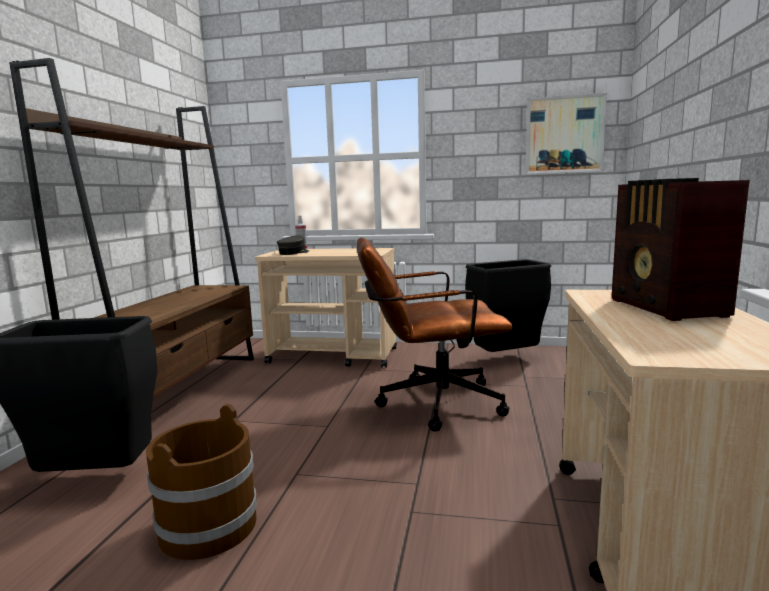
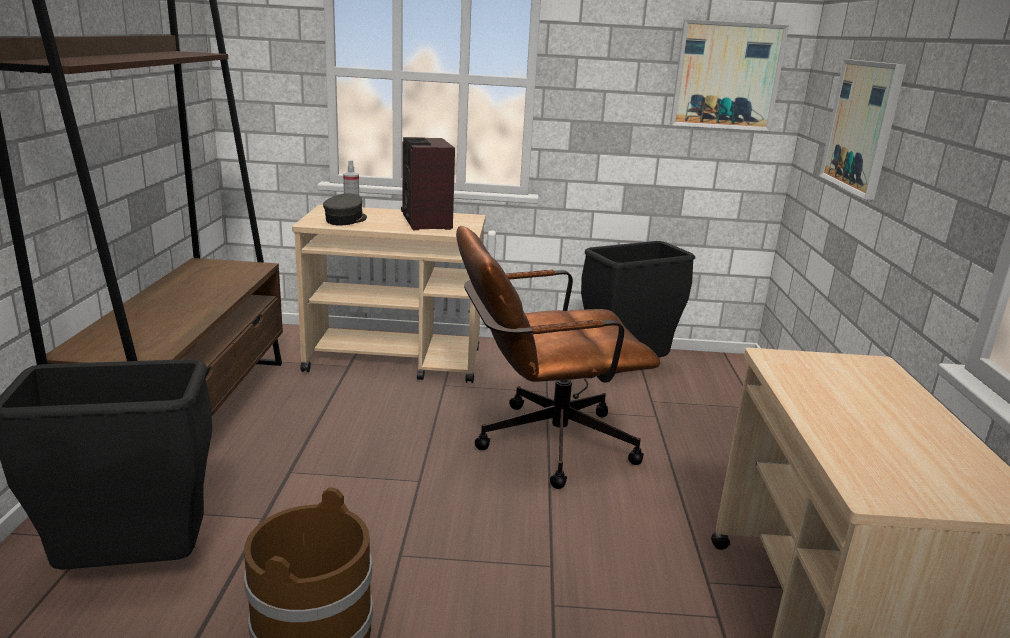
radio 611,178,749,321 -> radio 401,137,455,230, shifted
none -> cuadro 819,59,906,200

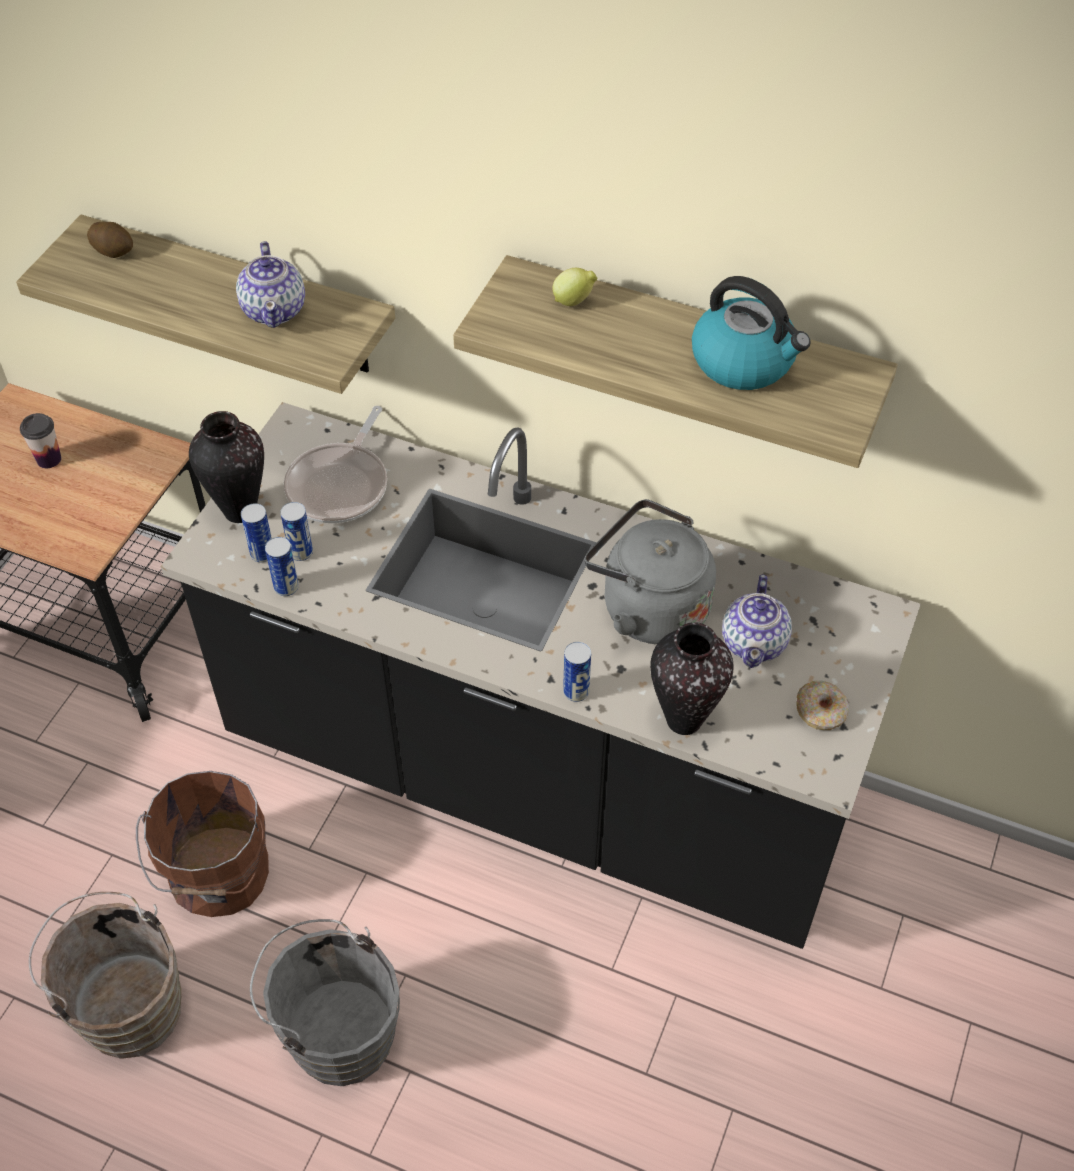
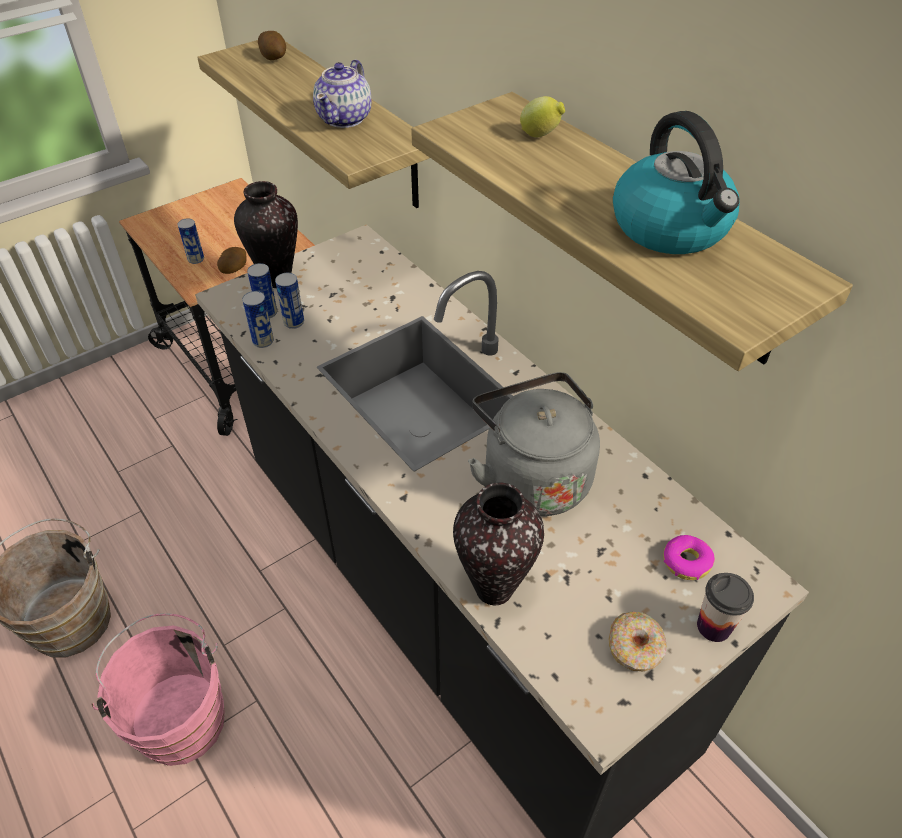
taza 20,413,61,468 -> taza 697,573,754,642, shifted
cubo/marrón 136,771,269,917 -> none
cubo/gris 250,919,400,1086 -> cubo/rosa 91,613,225,766
sartén 284,406,387,523 -> none
lata 563,642,591,702 -> lata 178,219,204,264, shifted
tetera 722,575,792,668 -> none
none -> patata 217,247,247,274
none -> rosquilla 663,535,715,580

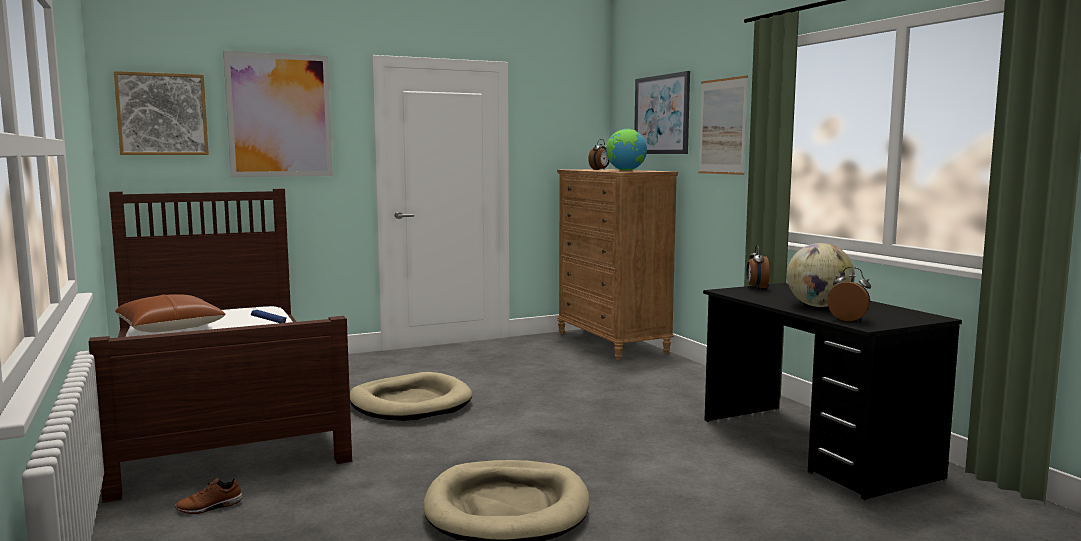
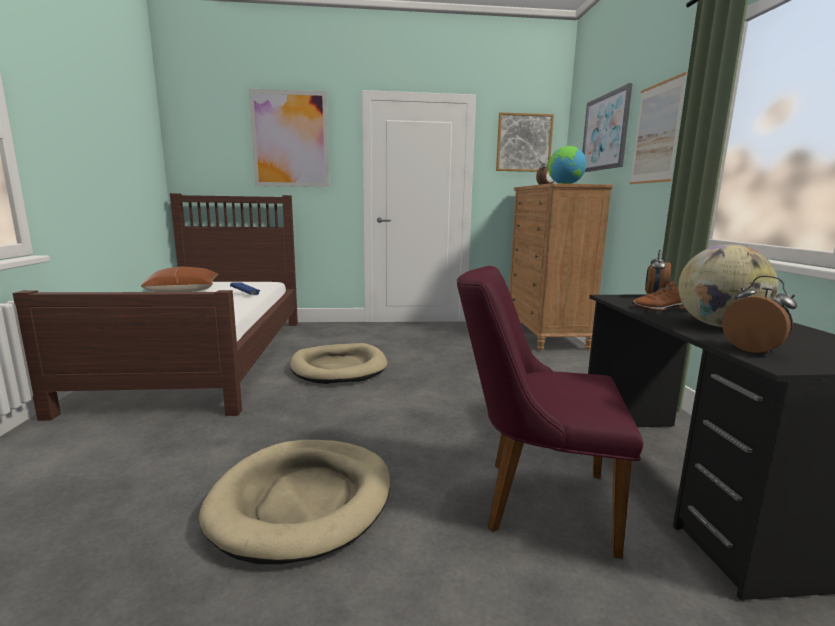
cuadro 114,71,209,155 -> cuadro 496,112,554,172, shifted
zapato/marrón 175,478,243,514 -> zapato/marrón 632,281,686,311, shifted
none -> silla/morado 457,266,643,559

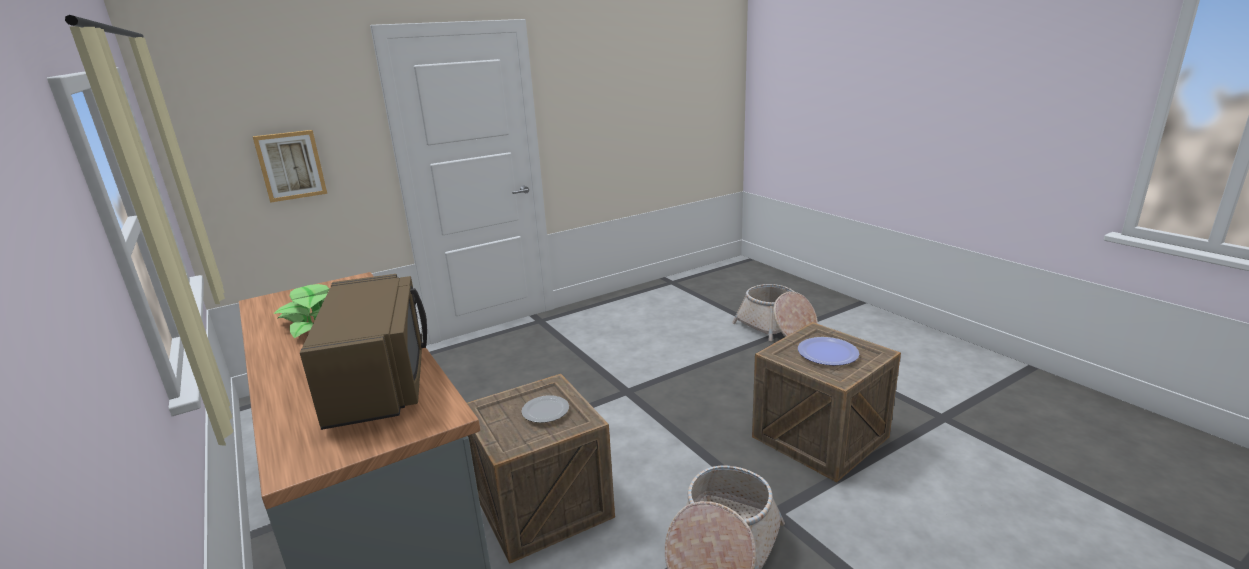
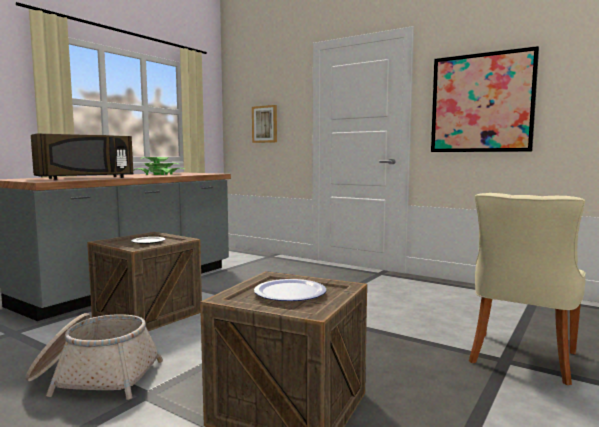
cesta 732,284,818,341 -> silla/beis 469,193,586,385
none -> cuadro 431,46,539,152

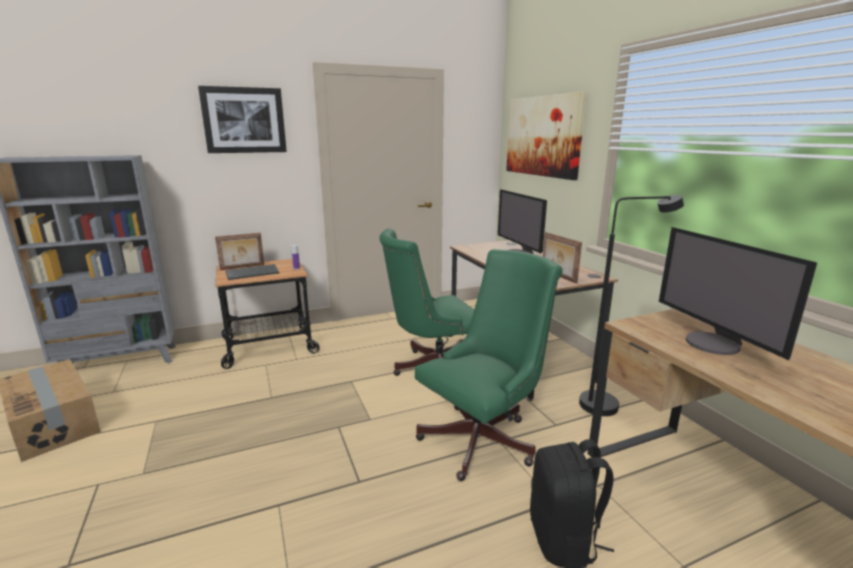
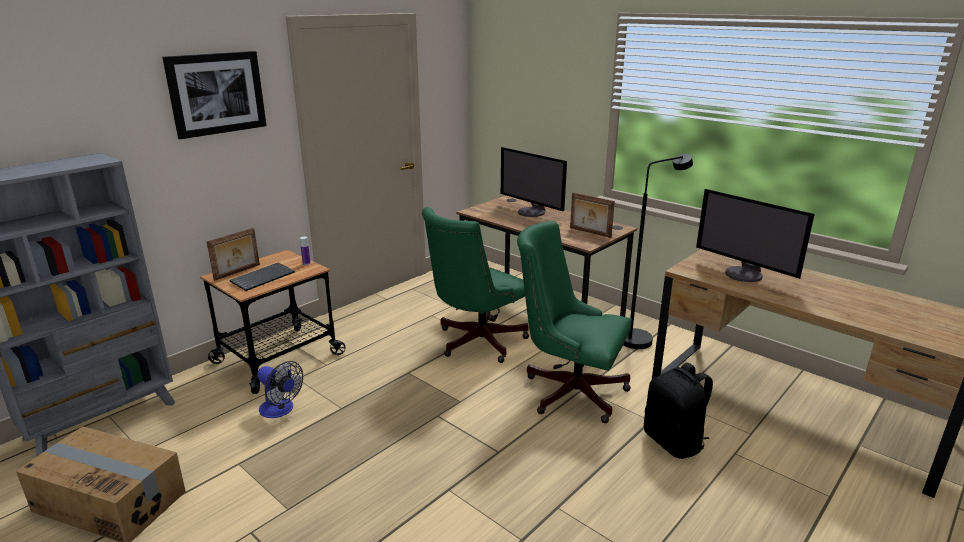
silla de oficina/verde 415,249,563,481 -> silla de oficina/verde 517,221,632,423, 90 degrees counterclockwise
cuadro 506,92,587,180 -> none
none -> ventilador 257,361,303,418

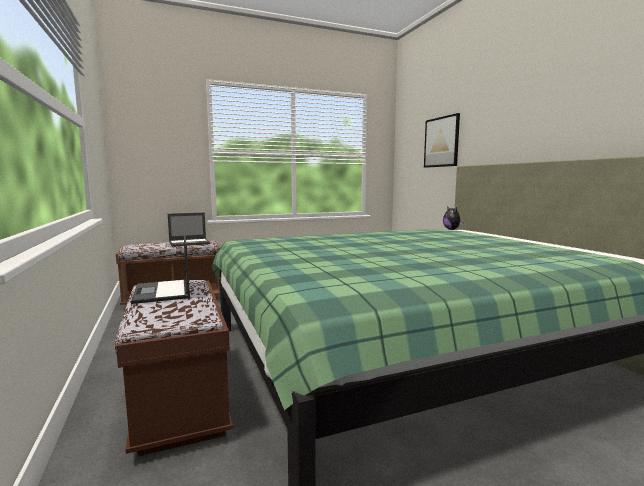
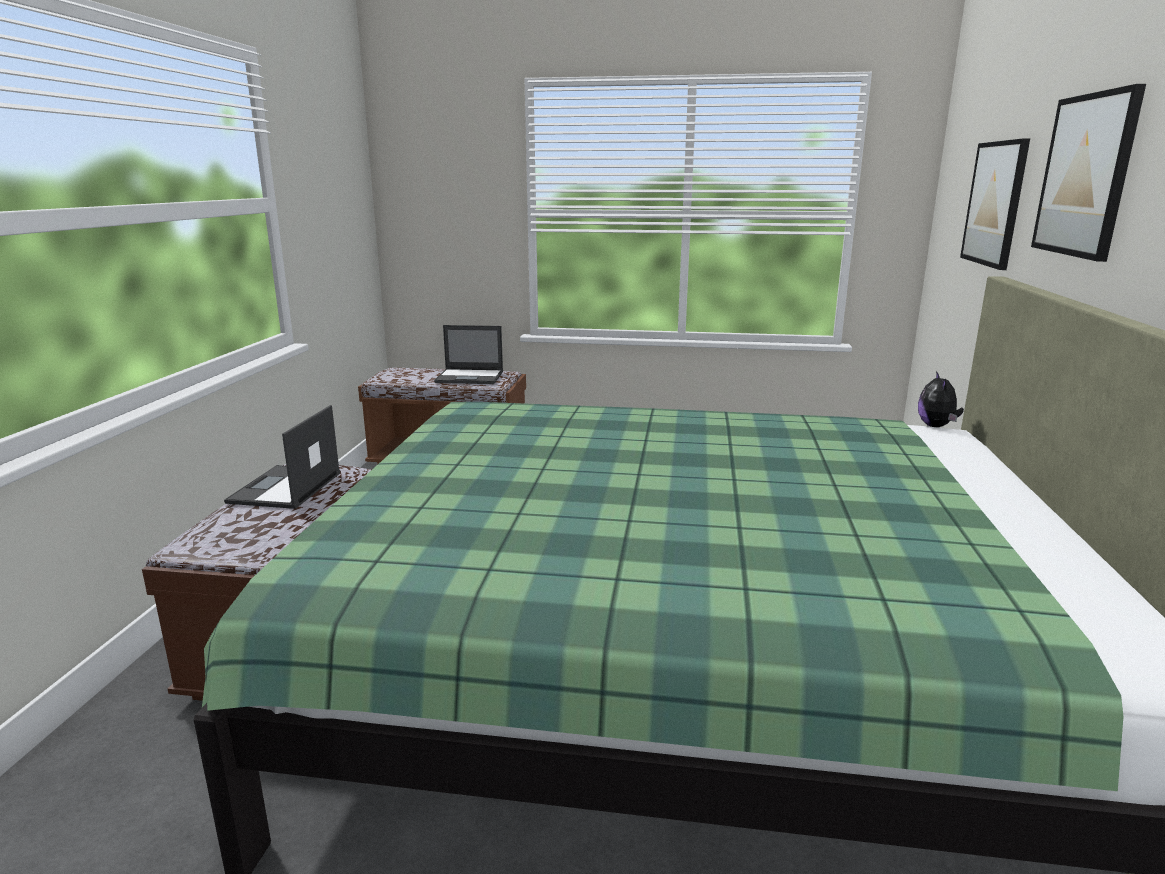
none -> cuadro 1031,84,1146,262

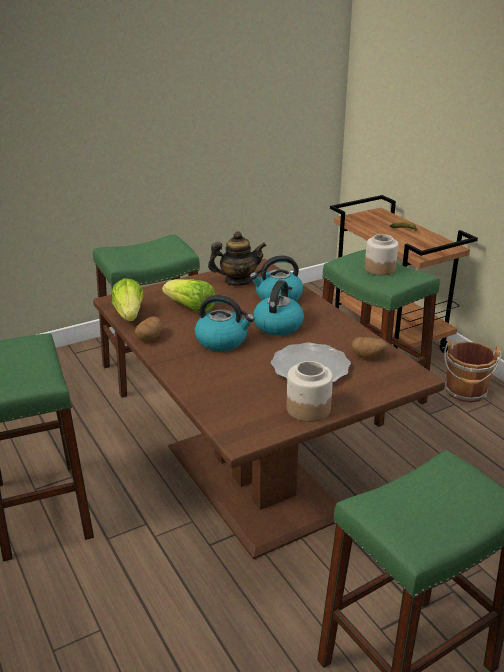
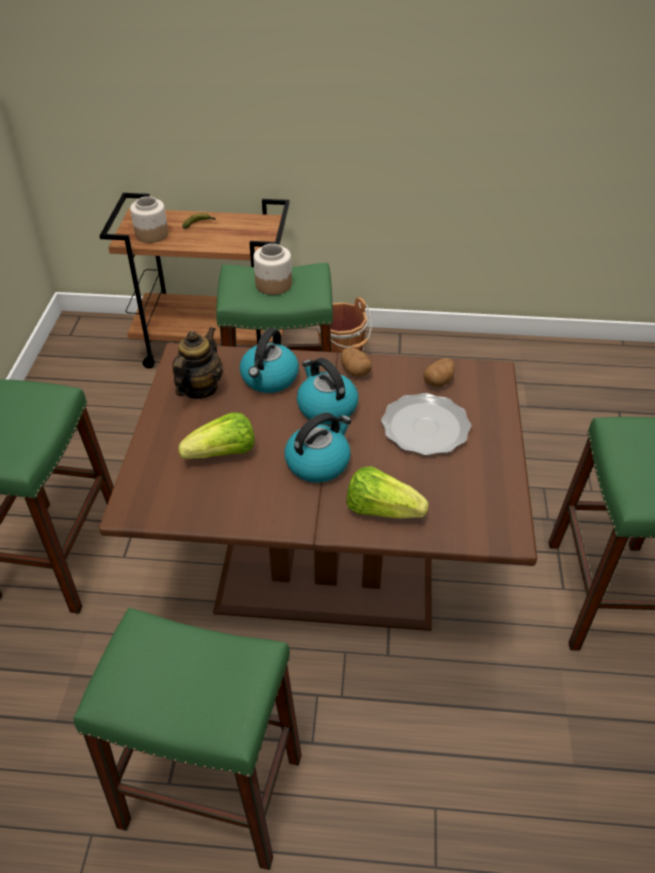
lechuga 112,278,144,321 -> lechuga 346,466,429,519, shifted
patata 135,316,161,341 -> patata 341,348,372,377, shifted
tarro 287,361,333,422 -> tarro 130,196,168,243, shifted

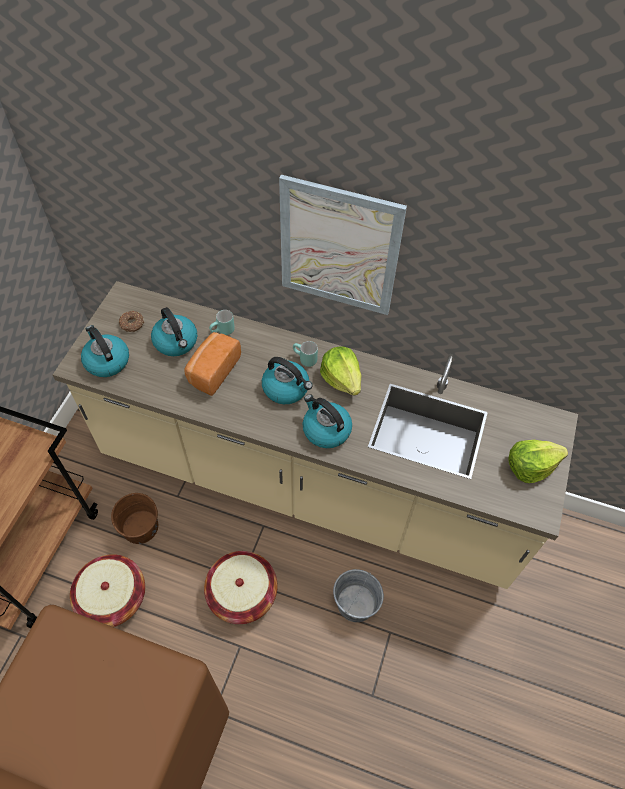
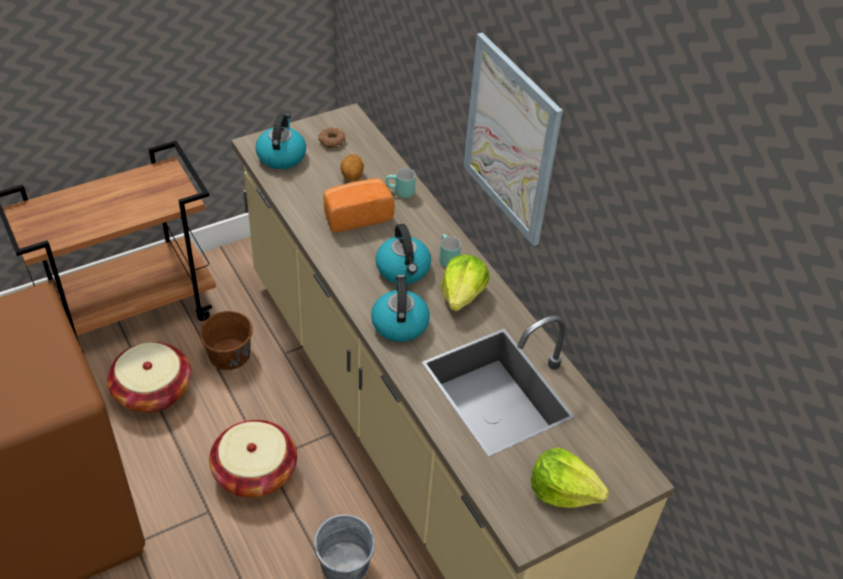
hervidor 151,307,197,356 -> patata 340,154,364,181

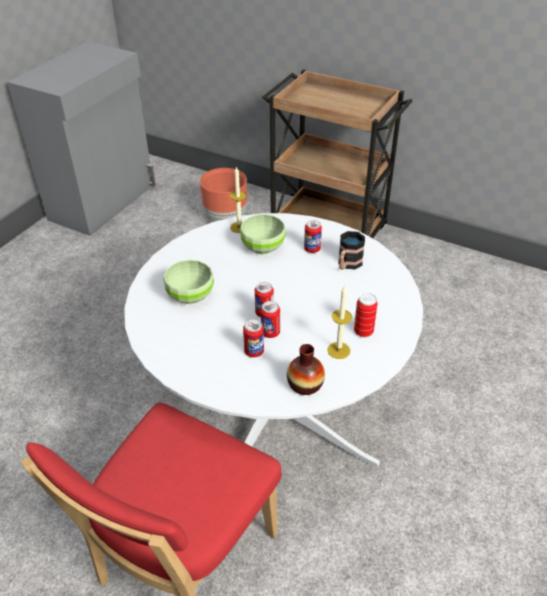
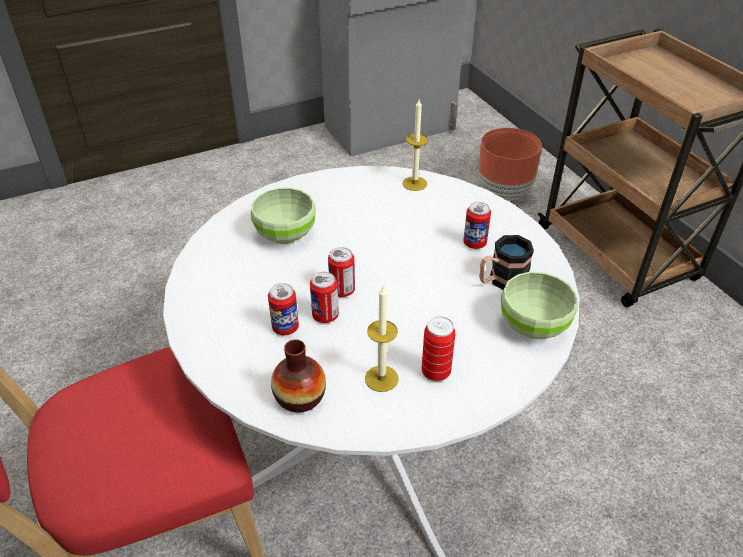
cuenco/verde 240,214,286,255 -> cuenco/verde 501,272,578,339, shifted

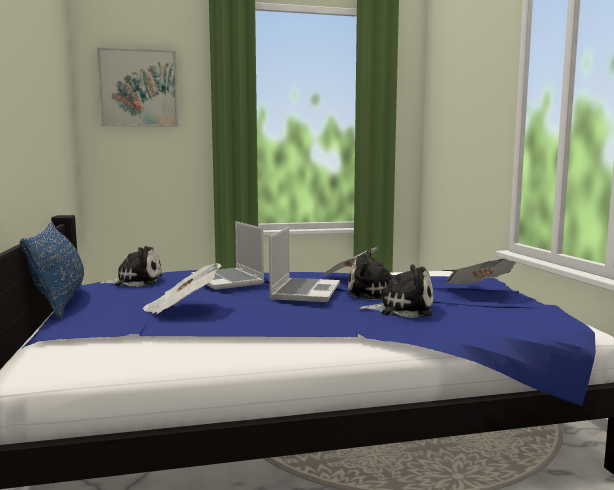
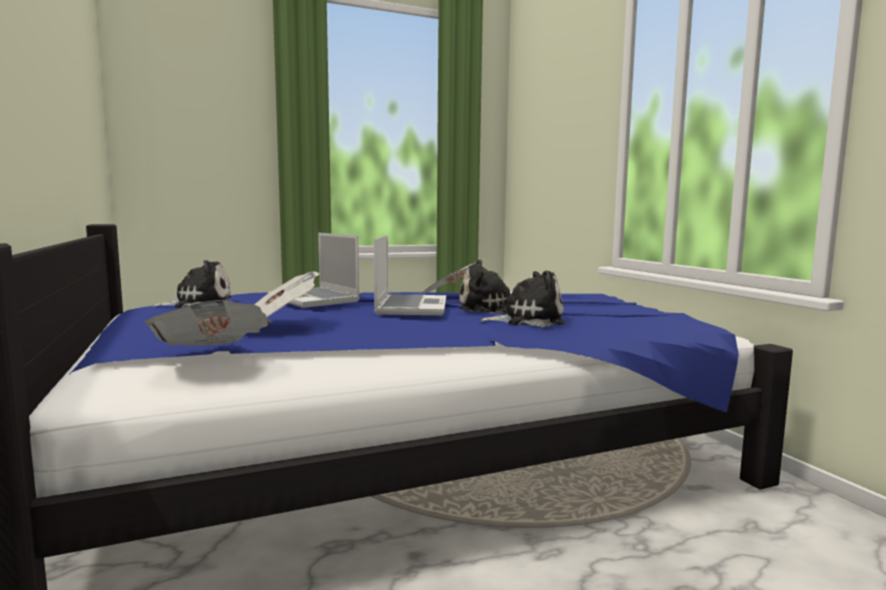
cojín/azul 20,222,84,320 -> none
cuadro 97,47,178,127 -> none
periódico 446,259,516,284 -> periódico 144,300,271,346, shifted

